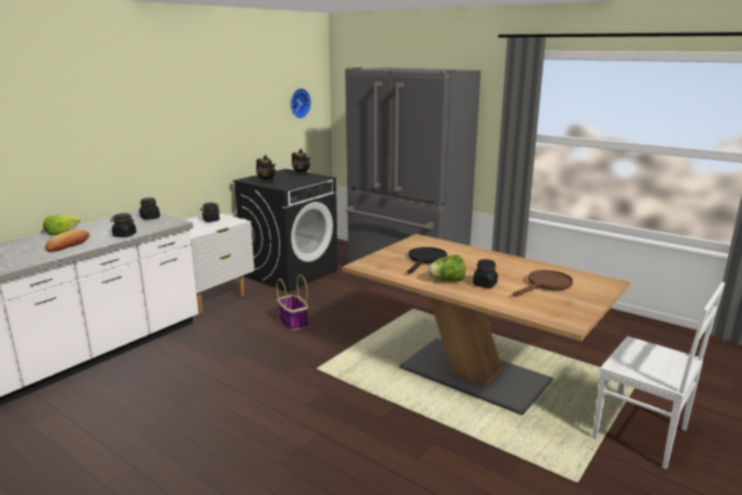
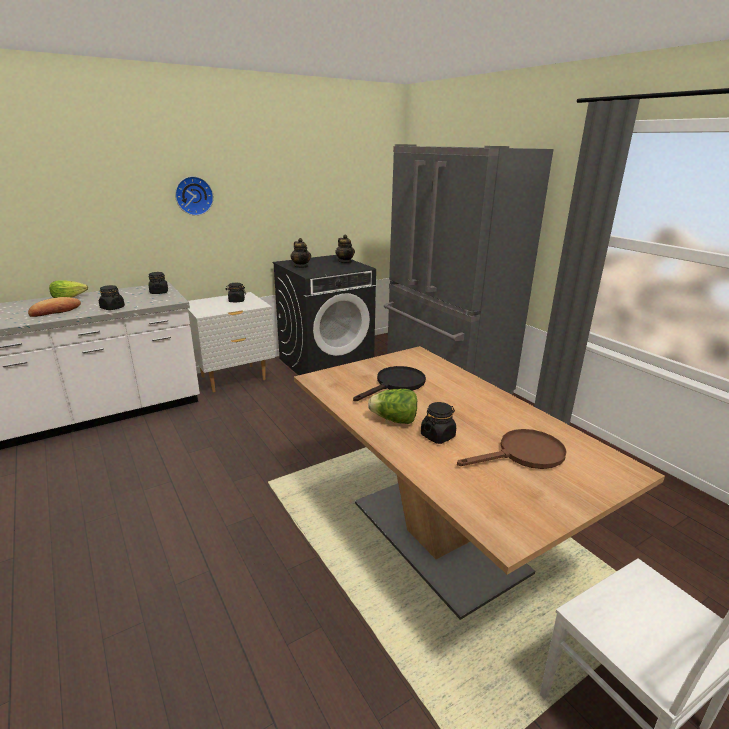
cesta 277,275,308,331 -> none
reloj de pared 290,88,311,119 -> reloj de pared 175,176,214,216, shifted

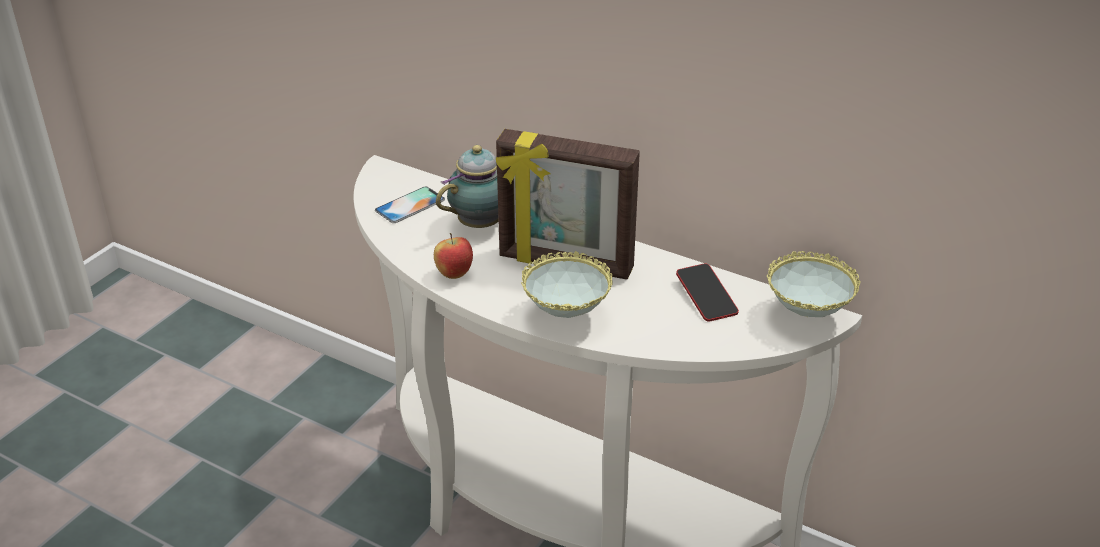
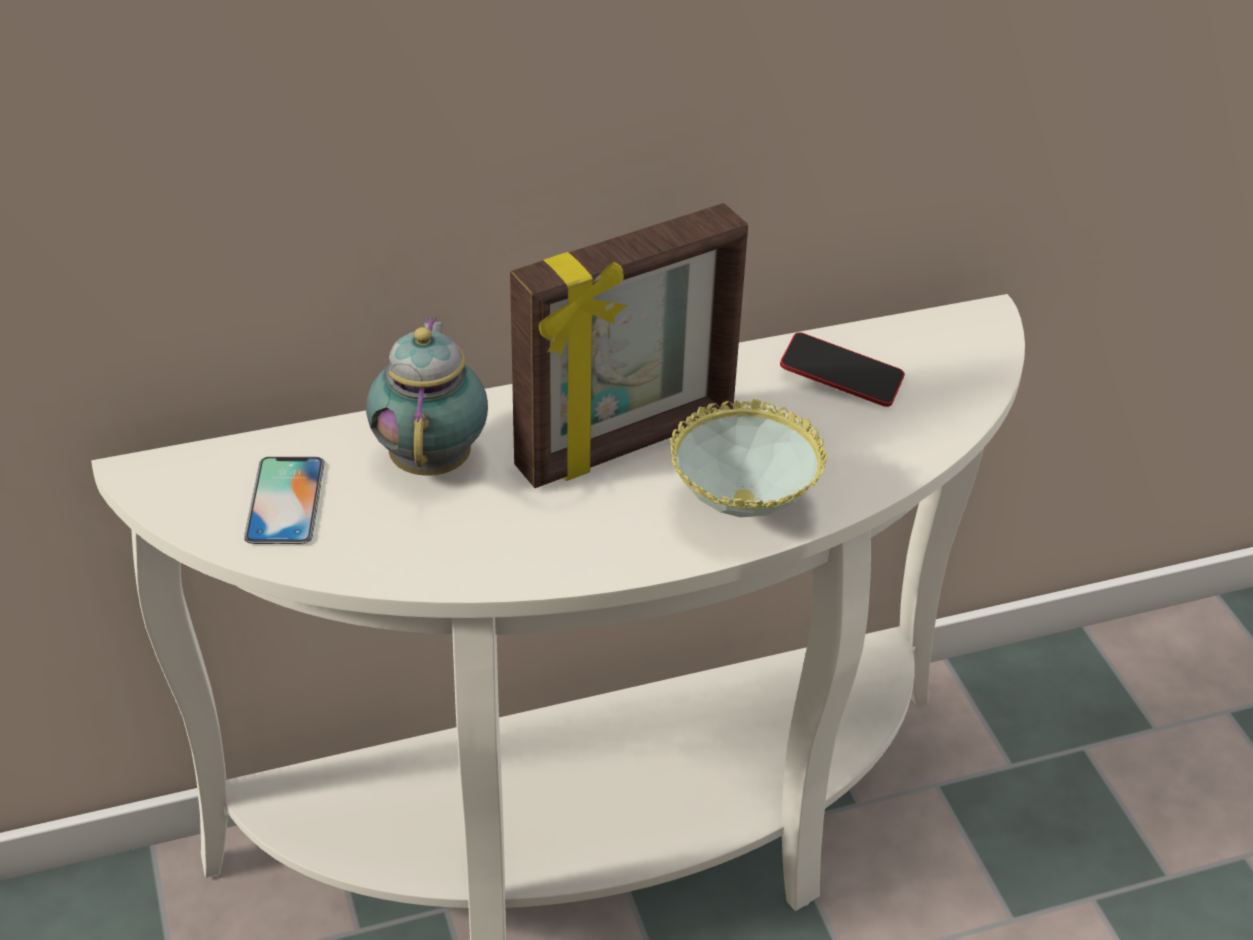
manzana 434,233,473,279 -> none
cuenco 767,251,861,317 -> none

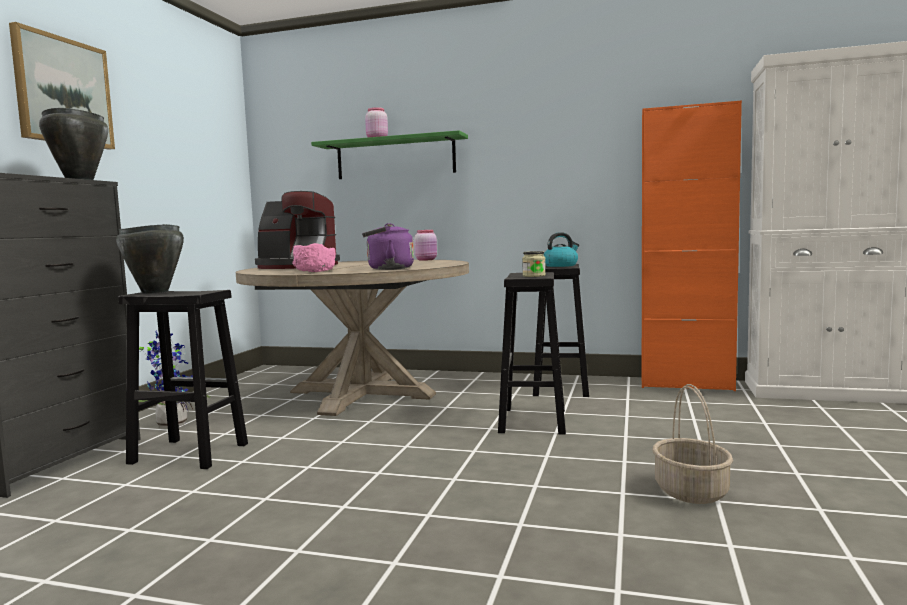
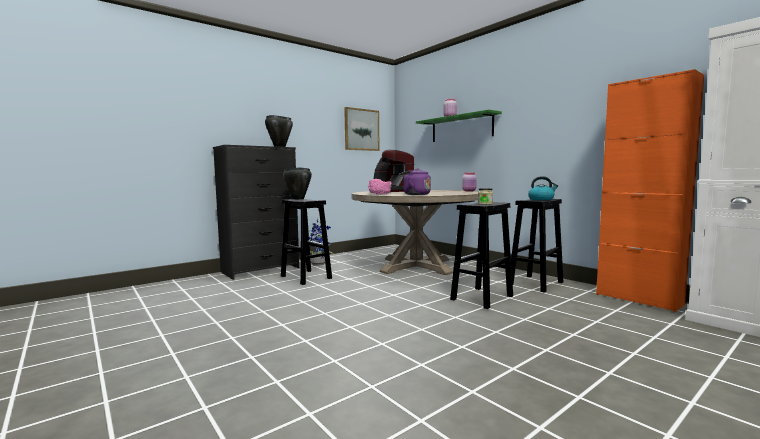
cuadro 9,22,115,150 -> cuadro 344,107,380,151, shifted
cesta 653,384,733,504 -> none

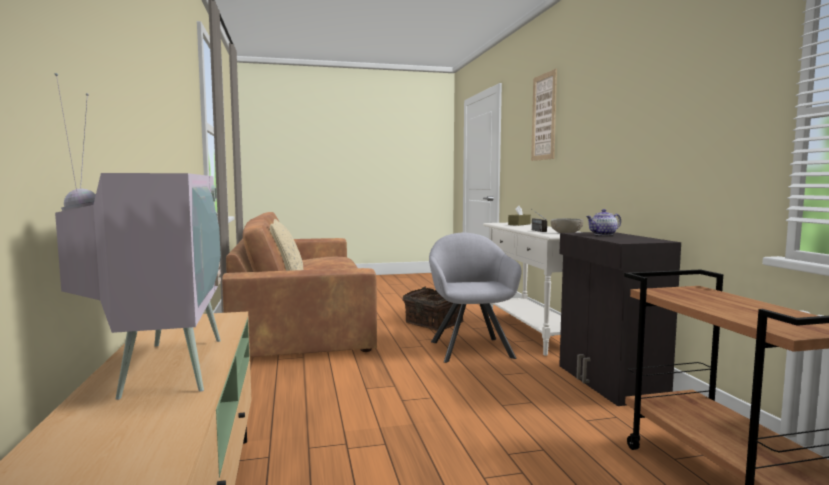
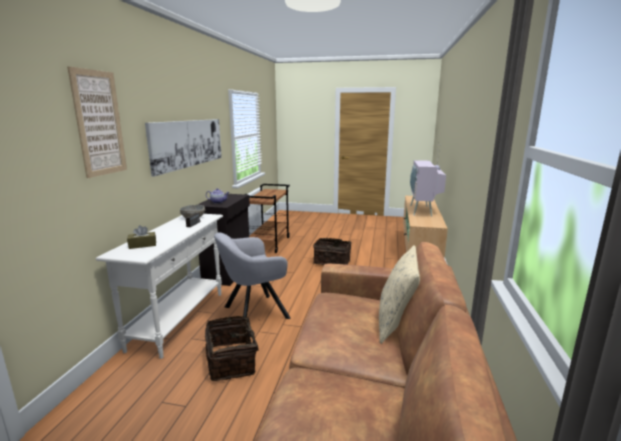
sillón/gris 429,233,521,363 -> sillón/gris 214,232,291,319, 45 degrees clockwise
none -> cuadro 145,119,222,176
none -> cesta 313,238,351,265

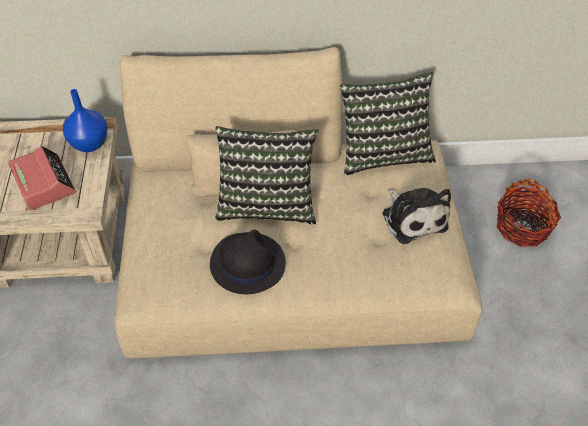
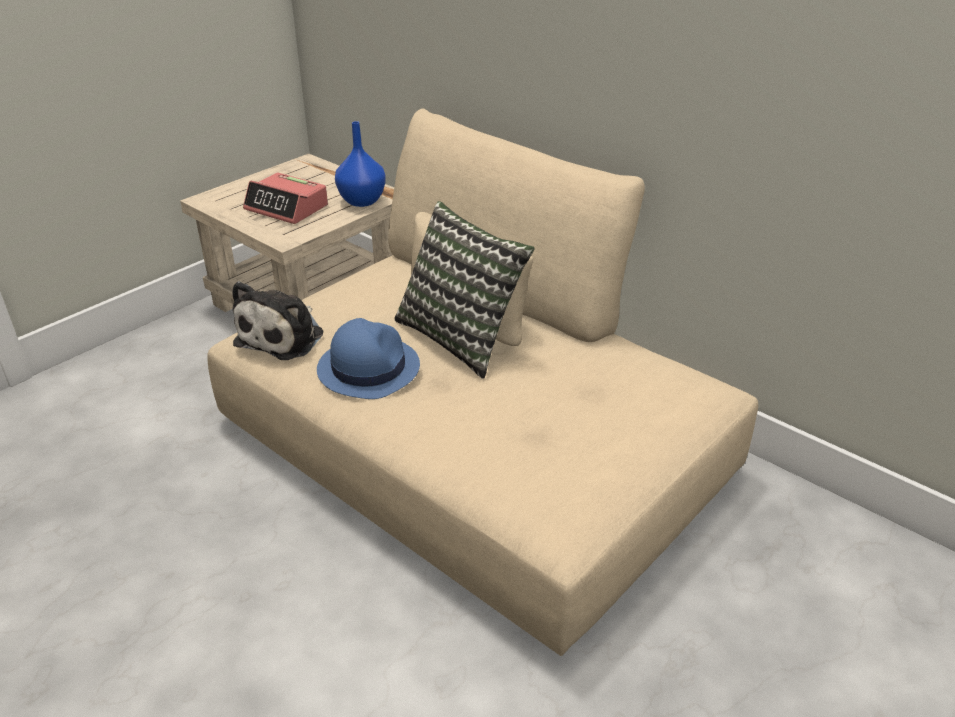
despertador 8,146,76,211 -> despertador 243,172,328,224, 105 degrees clockwise
sombrero/negro 210,230,286,294 -> sombrero/azul 317,318,420,399
cojín 340,72,436,176 -> none
peluche 382,188,451,244 -> peluche 232,281,323,360, shifted
cesta 496,178,561,247 -> none

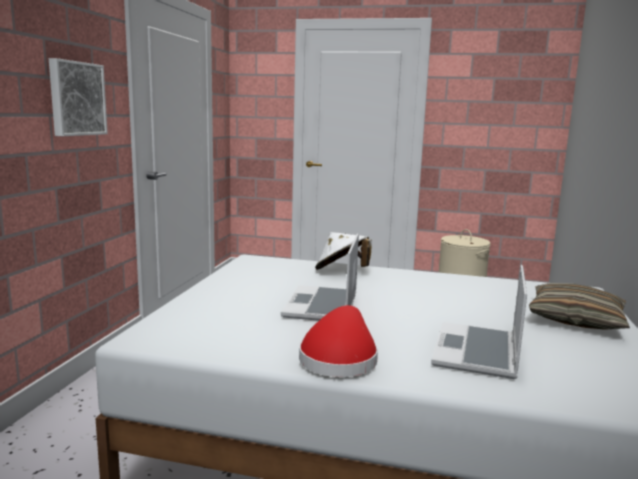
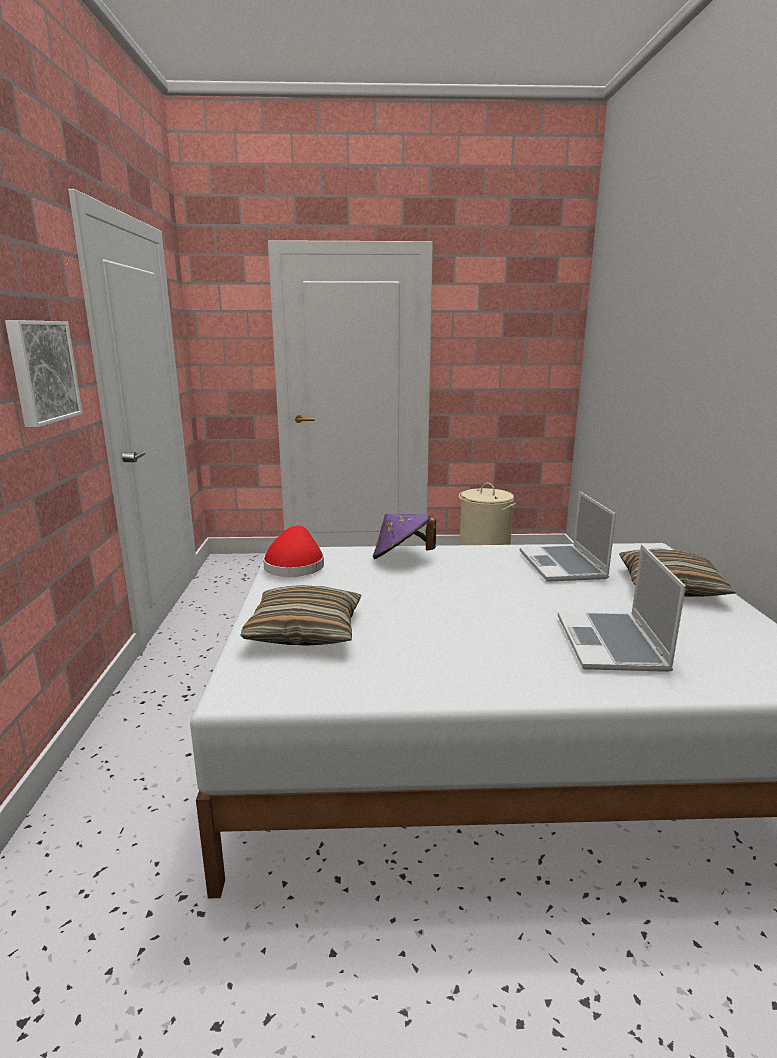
portátil 281,234,359,321 -> portátil 520,491,616,582, shifted
sombrero/rojo 299,305,378,377 -> sombrero/rojo 263,525,324,577, shifted
sombrero/blanco 315,232,372,270 -> sombrero/morado 373,514,436,559
none -> cojín 240,585,361,646

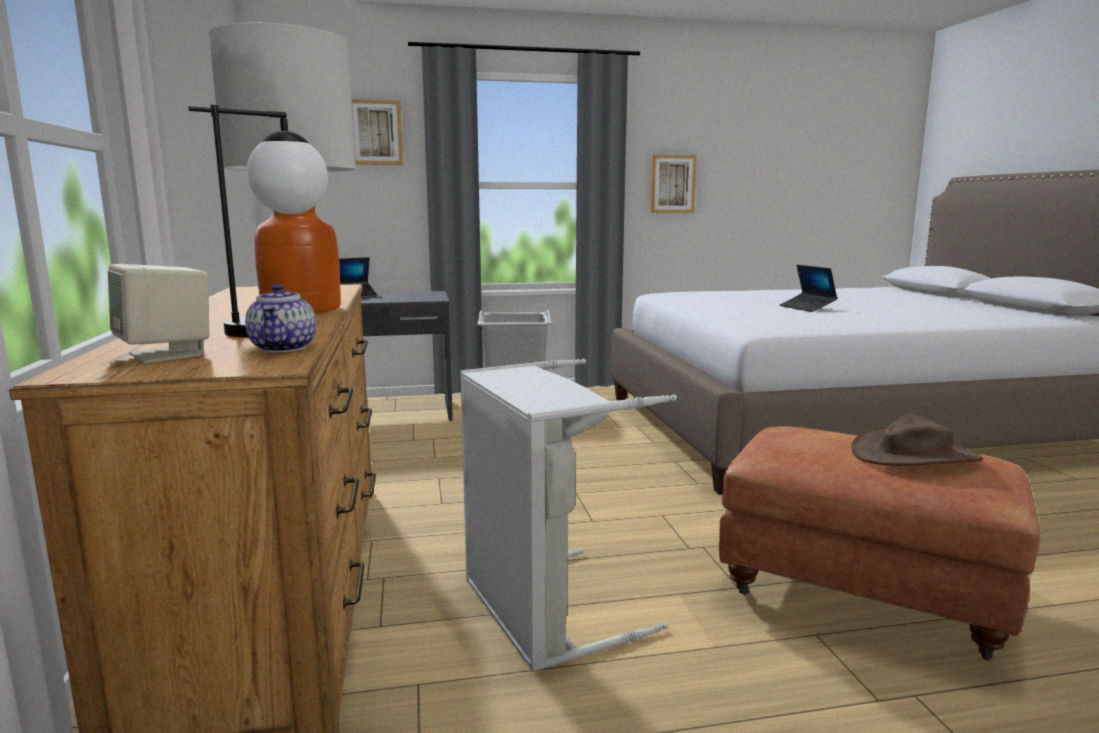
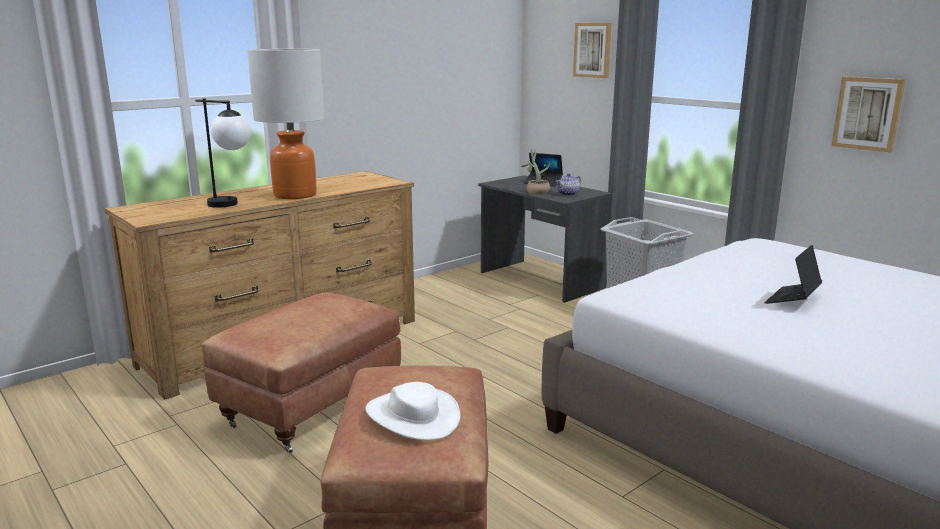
altavoz/beis 108,264,209,363 -> none
tetera 245,284,316,352 -> tetera 556,173,581,196, shifted
cesto de la ropa/gris 460,359,677,672 -> puf/marrón 202,293,401,453
sombrero/marrón 851,414,983,466 -> sombrero/blanco 365,382,460,440
none -> planta en maceta 522,150,550,194

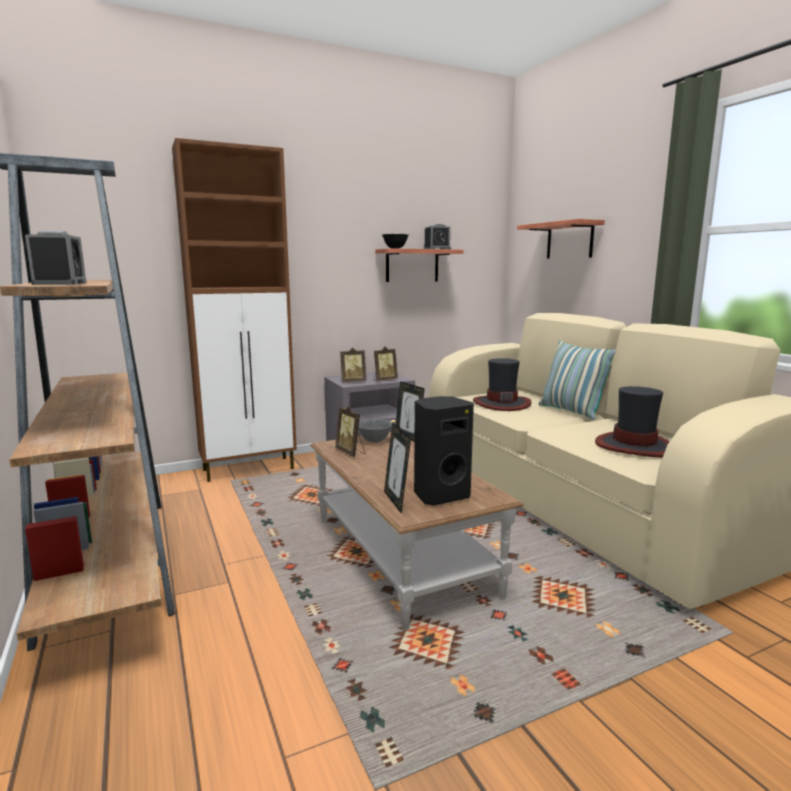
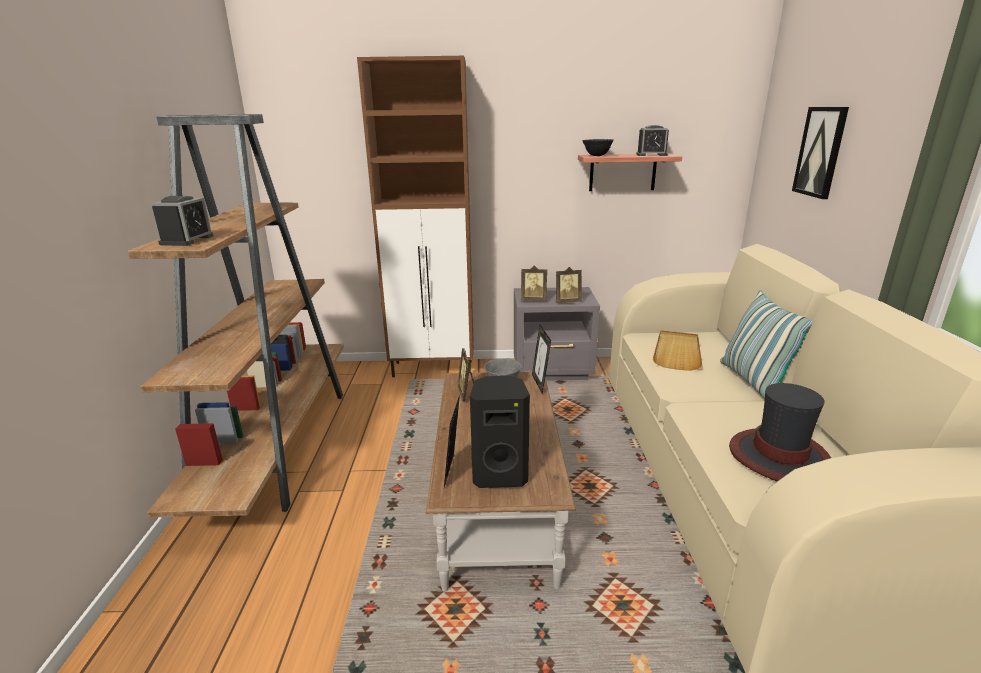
sombrero 473,358,532,411 -> bandeja/beis 653,330,702,371
estante 517,219,605,259 -> cuadro 792,107,849,199

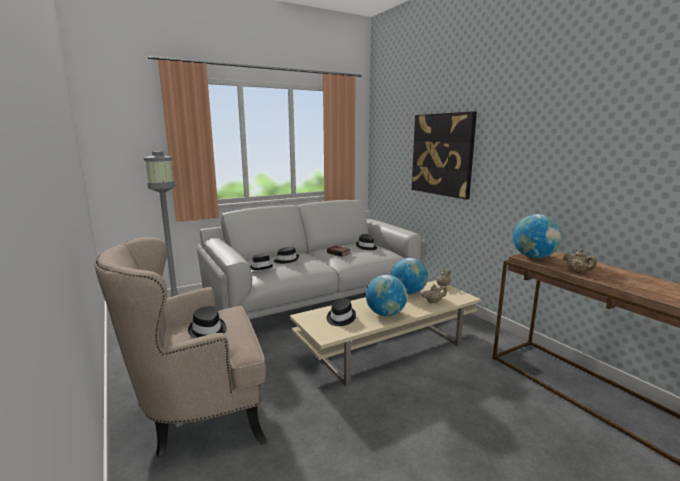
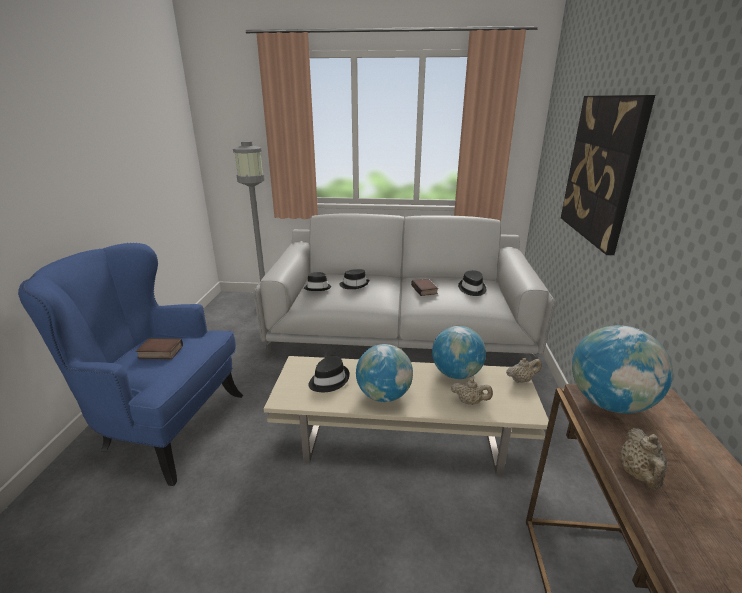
sillón/beis 95,237,267,457 -> sillón/azul 18,243,243,486
sombrero/negro 188,306,227,338 -> libro 136,338,183,359

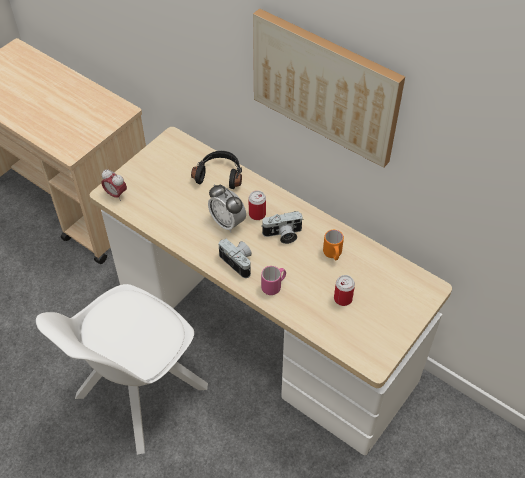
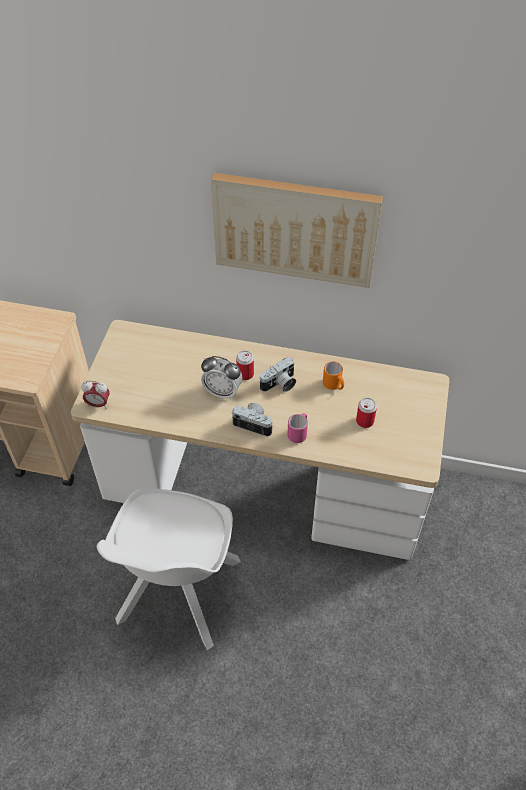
auriculares/negro 191,151,242,189 -> none

